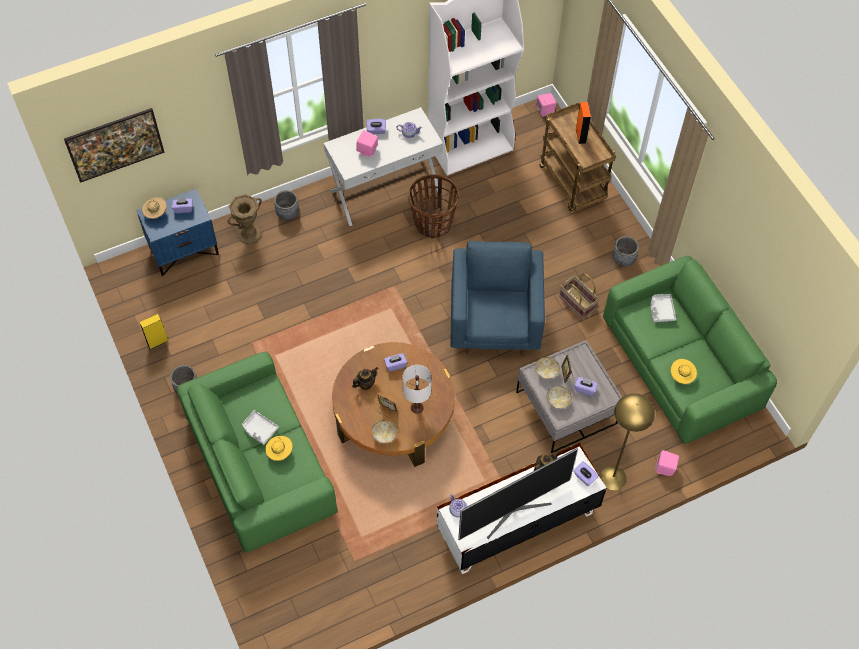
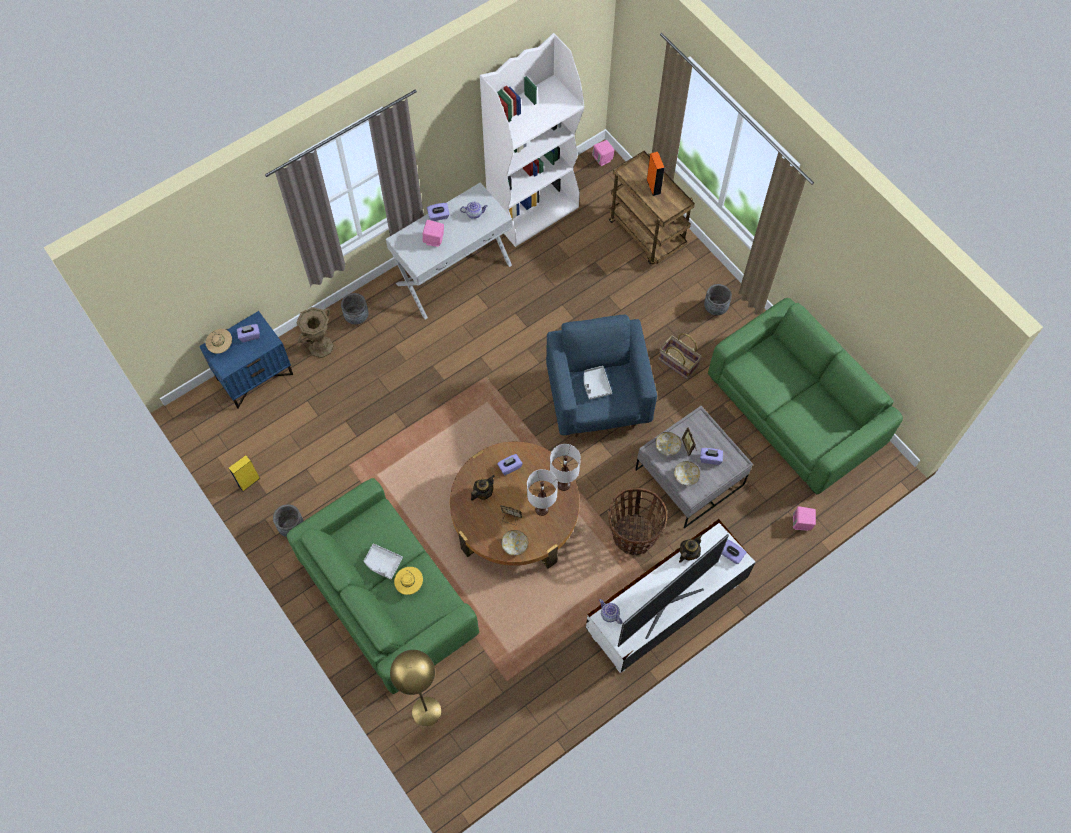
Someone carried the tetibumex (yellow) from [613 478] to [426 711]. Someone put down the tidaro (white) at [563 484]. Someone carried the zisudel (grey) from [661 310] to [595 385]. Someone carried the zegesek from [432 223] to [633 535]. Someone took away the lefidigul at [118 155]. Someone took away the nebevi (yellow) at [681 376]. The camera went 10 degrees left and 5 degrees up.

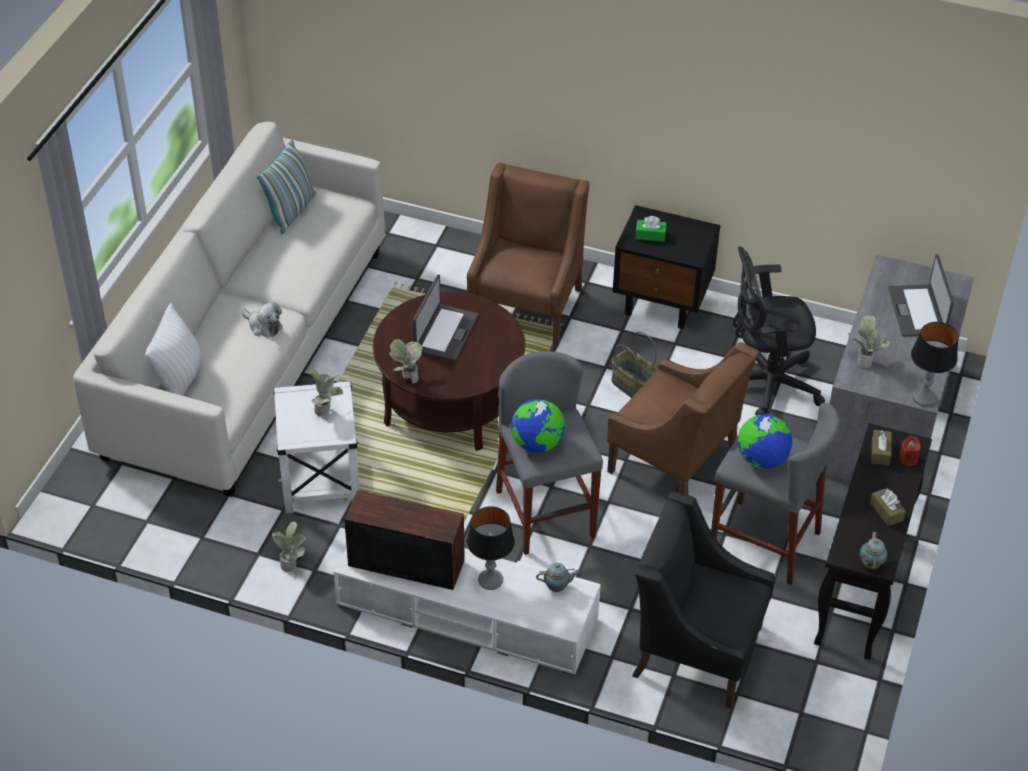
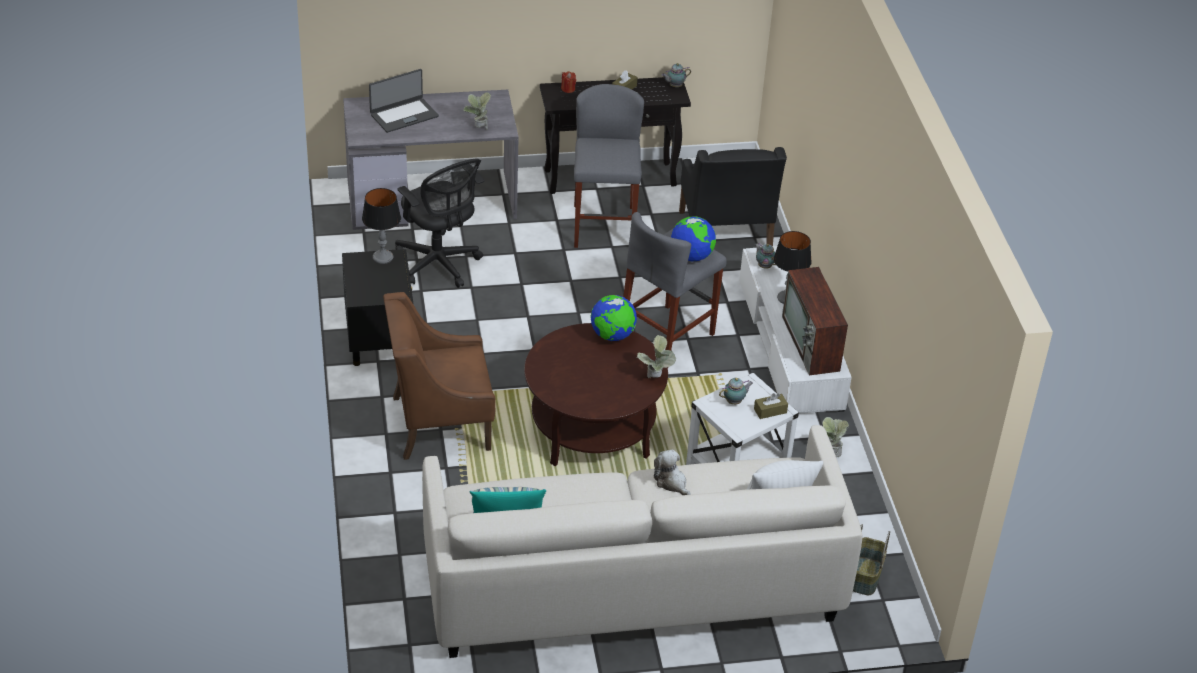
Someone carried the tidaro from [924 398] to [383 257]. Someone carried the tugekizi from [761 459] to [612 335]. Someone rotated the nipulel at [263 326] by 45 degrees counterclockwise. Someone swapped the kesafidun at [326 410] for the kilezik at [735 401]. Someone carried the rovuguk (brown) from [880 452] to [770 411]. Someone carried the zegesek from [634 387] to [864 576]. Someone took away the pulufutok at [445 333]. Someone took away the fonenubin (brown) at [675 463]. Someone took away the rovuguk (green) at [650 235]. The camera went 120 degrees left and 5 degrees down.

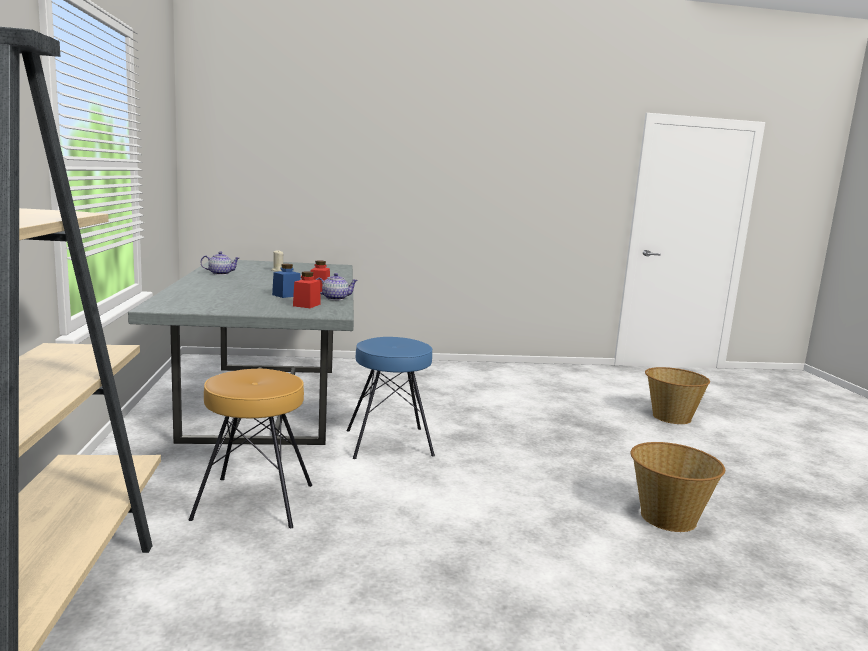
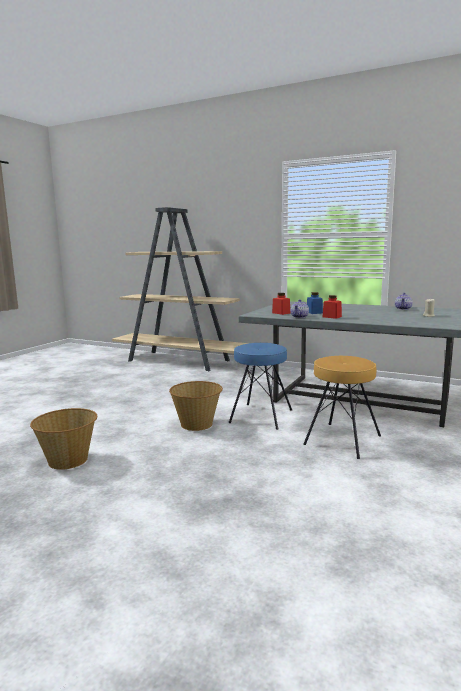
Someone carried the zegesek from [670 417] to [197 424]. Someone carried the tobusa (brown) from [254 502] to [342 440]. The camera went 125 degrees right and 0 degrees up.

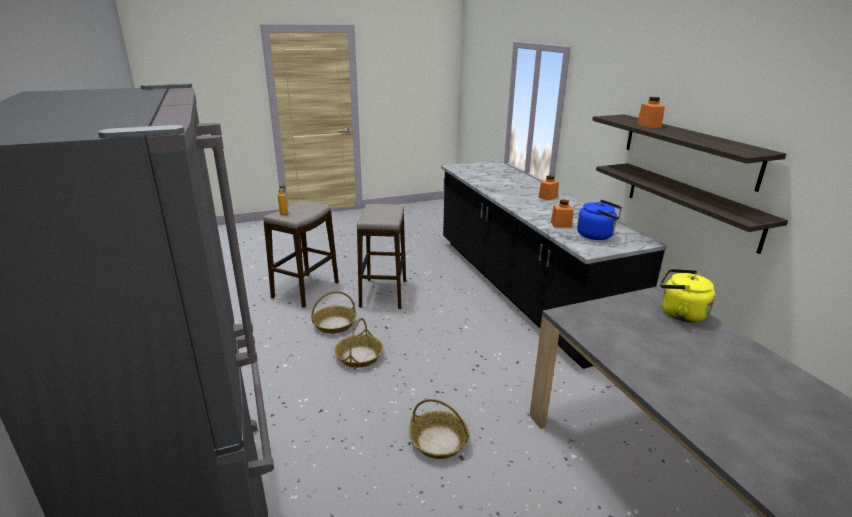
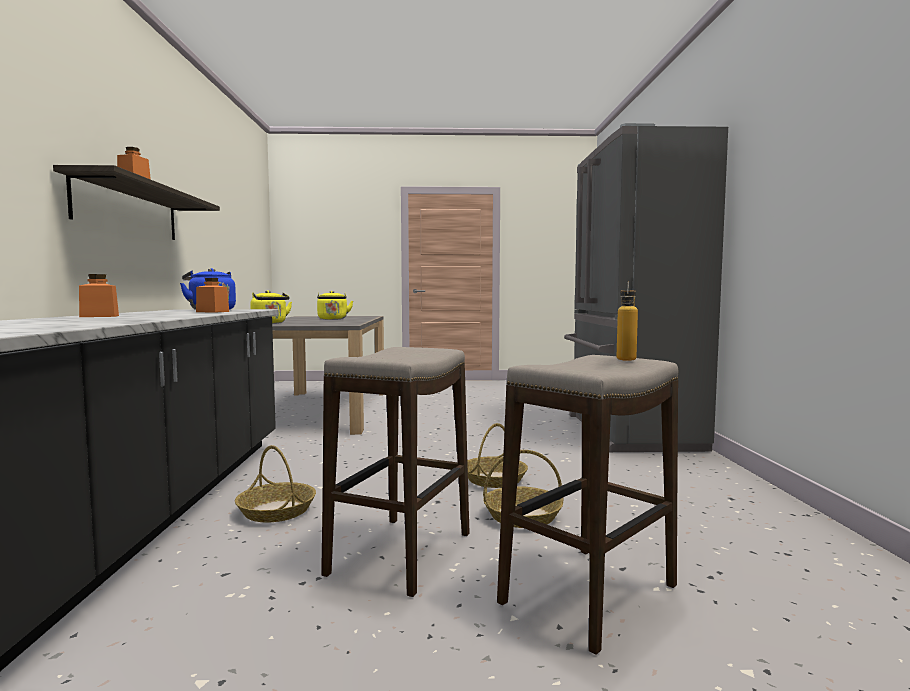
Someone carried the zegesek from [439 441] to [276 511]. Someone put down the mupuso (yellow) at [333 319]. Someone took away the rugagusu at [690 204]. The camera went 160 degrees left and 20 degrees down.

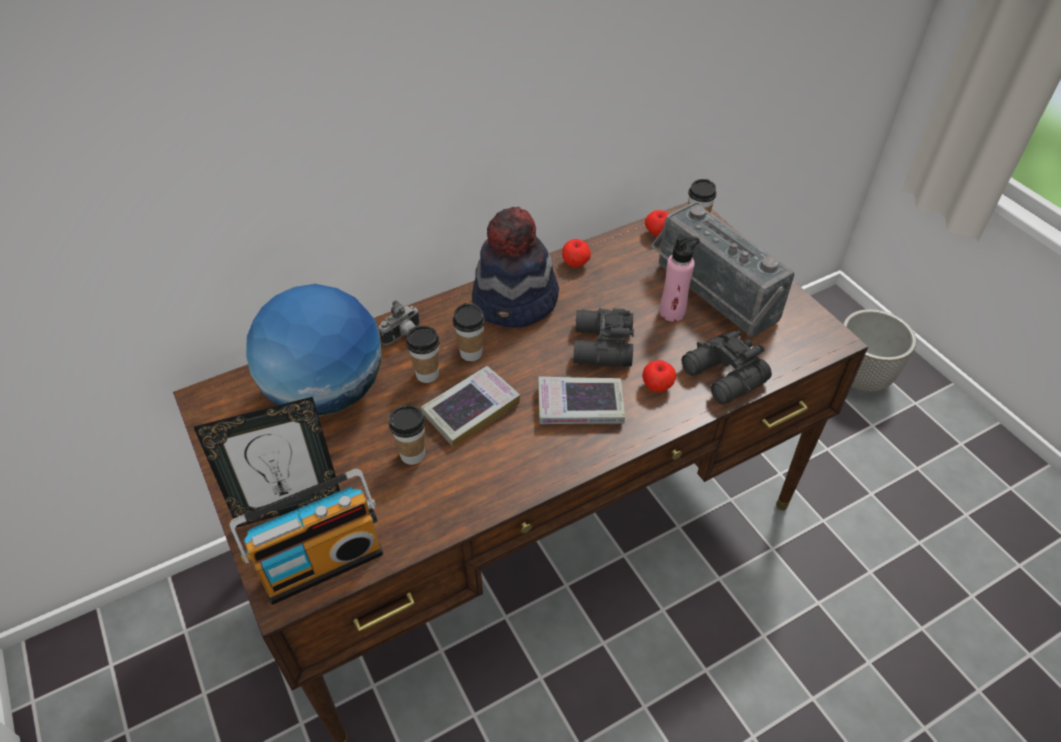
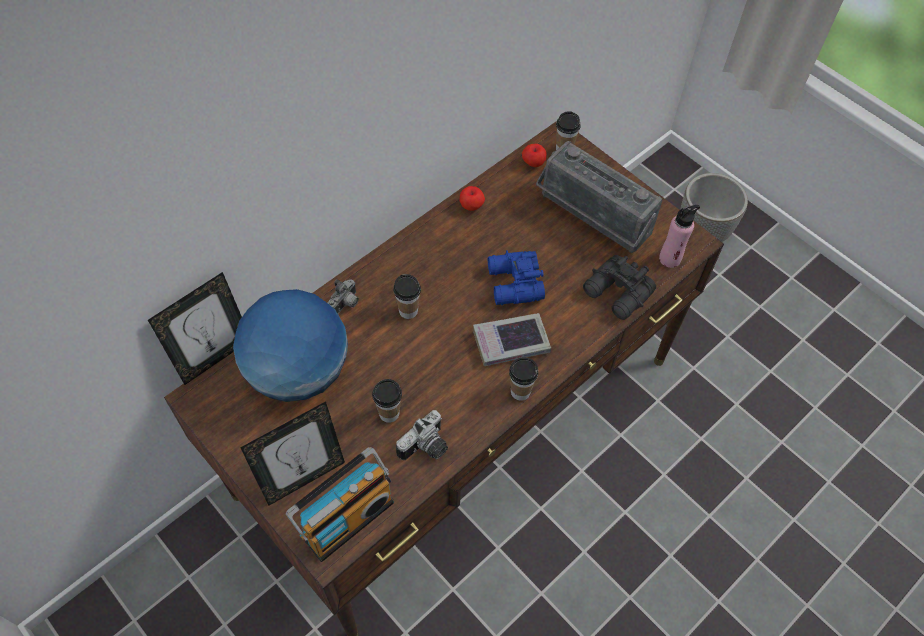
Someone put down the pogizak at [214 357]. Someone put down the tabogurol at [426 448]. Someone repainted the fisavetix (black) at [600 347], which became the fisavetix (blue) at [513 284]. Someone carried the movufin from [427 374] to [520 391]. Someone carried the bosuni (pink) from [672 312] to [670 258]. Someone took away the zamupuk at [471 409]. Someone took away the nebevi at [516 302]. Someone took away the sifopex at [657 386]. The camera went 15 degrees left and 10 degrees up.

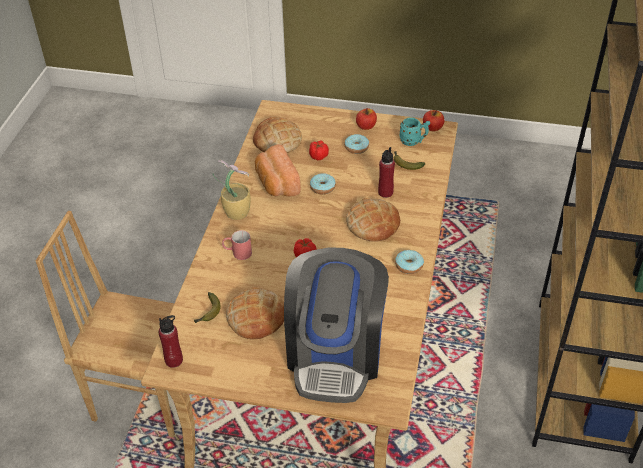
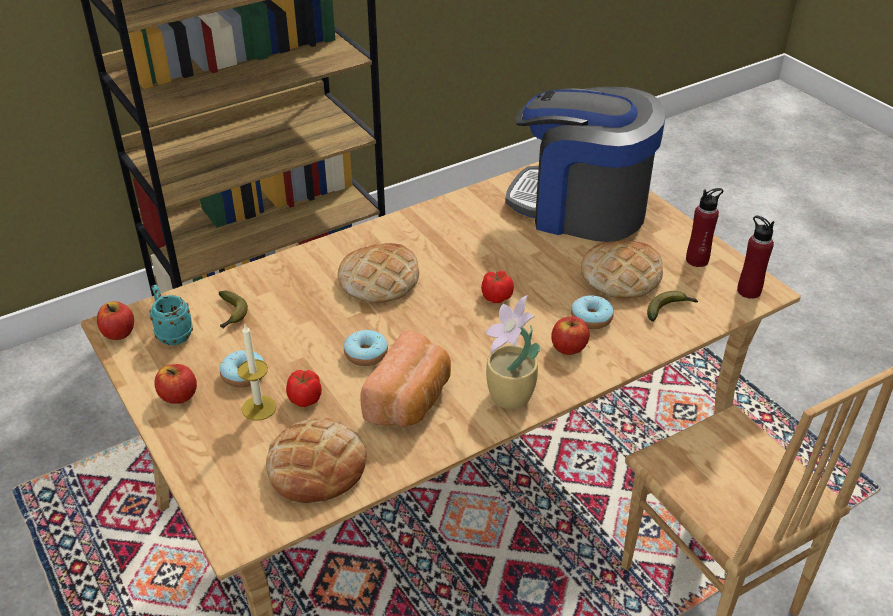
Someone put down the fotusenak at [259 408]. Someone rotated the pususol at [335 354] by 120 degrees counterclockwise. Someone swapped the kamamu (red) at [237 253] for the sifopex at [568 348]. Someone carried the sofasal from [409 265] to [591 318]. Someone carried the bosuni (red) from [385 192] to [697 260]. The camera went 135 degrees left and 5 degrees down.

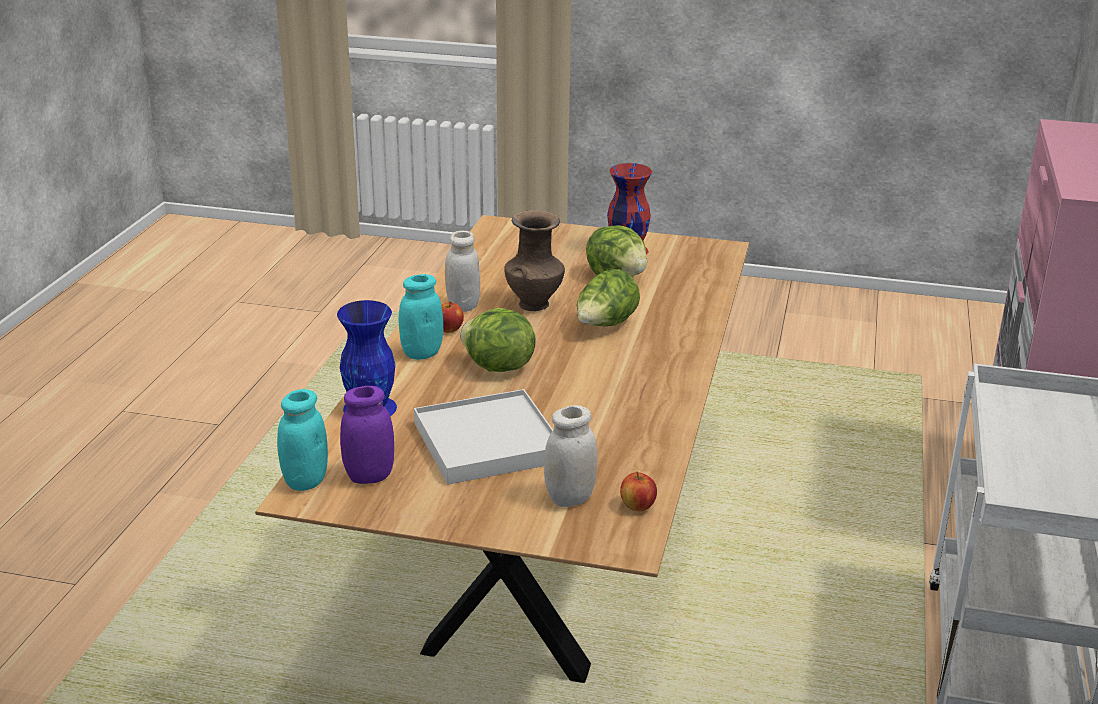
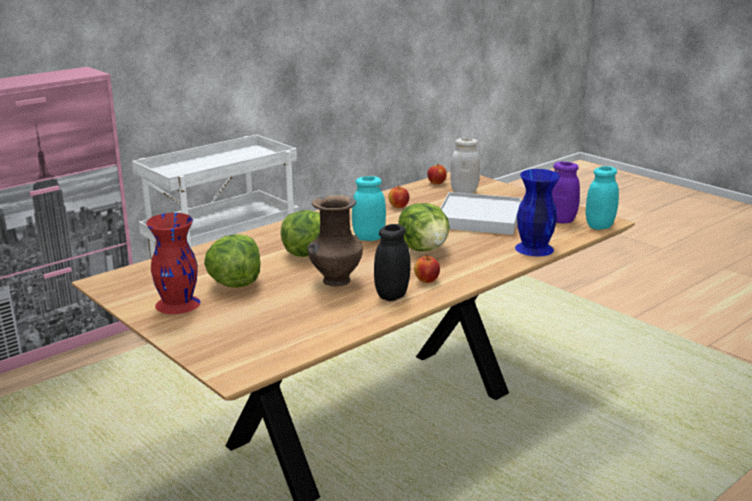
Someone carried the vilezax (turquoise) from [421 353] to [368 238]. Someone repainted the vilezax (white) at [463 306], which became the vilezax (black) at [392 295]. Someone put down the sifopex at [398 206]. The camera went 145 degrees left and 5 degrees down.

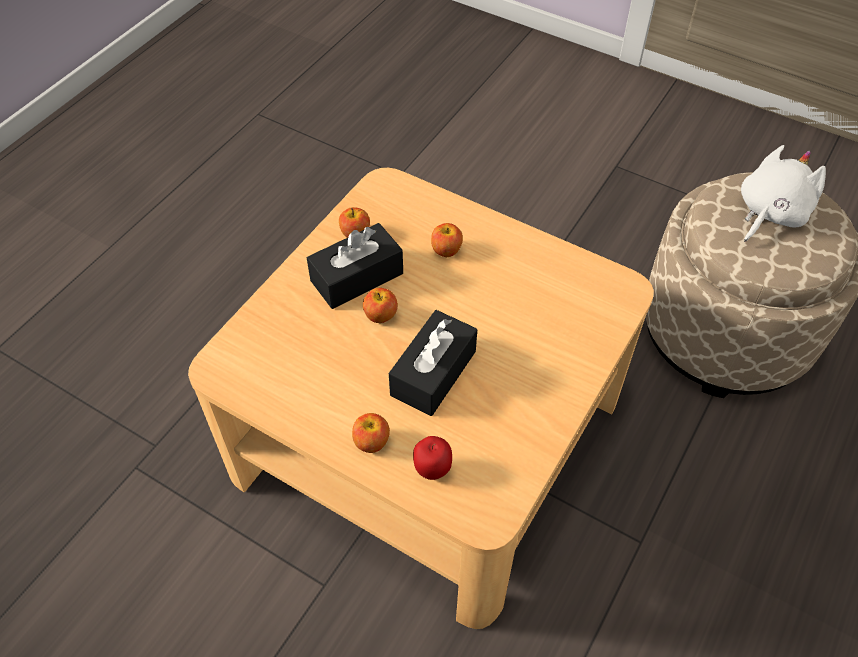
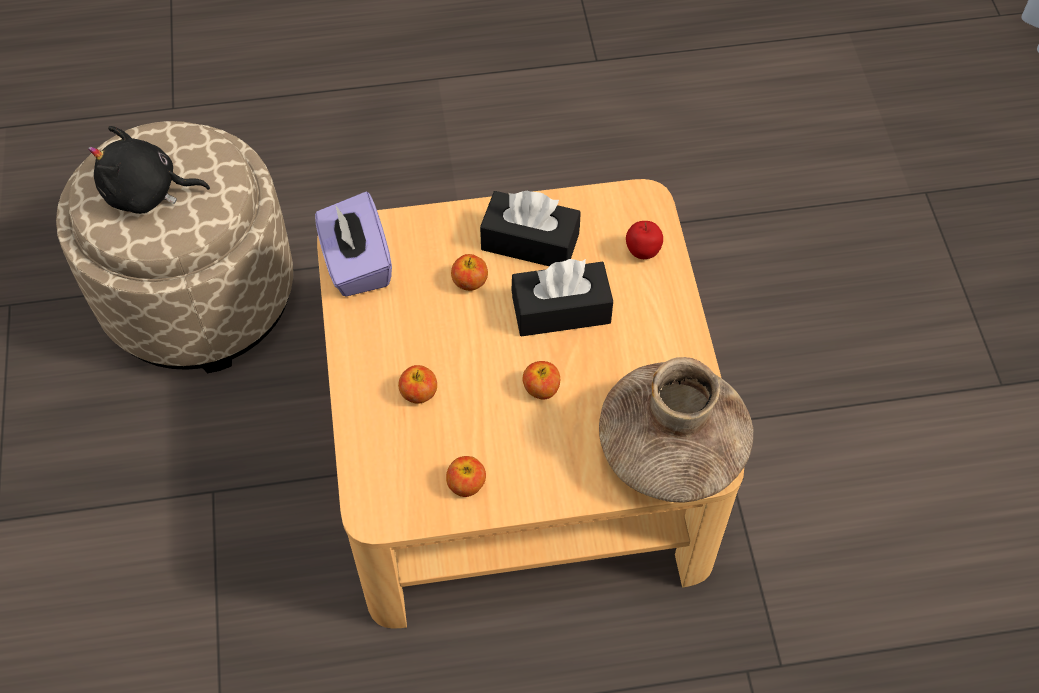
Someone repainted the nipulel (white) at [769 213], which became the nipulel (black) at [147 193]. Someone put down the rovuguk (purple) at [356 264]. Someone carried the sifopex from [372 441] to [470 282]. Someone carried the rovuguk (black) from [357 277] to [530 242]. Someone put down the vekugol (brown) at [671 450]. The camera went 130 degrees left and 5 degrees up.

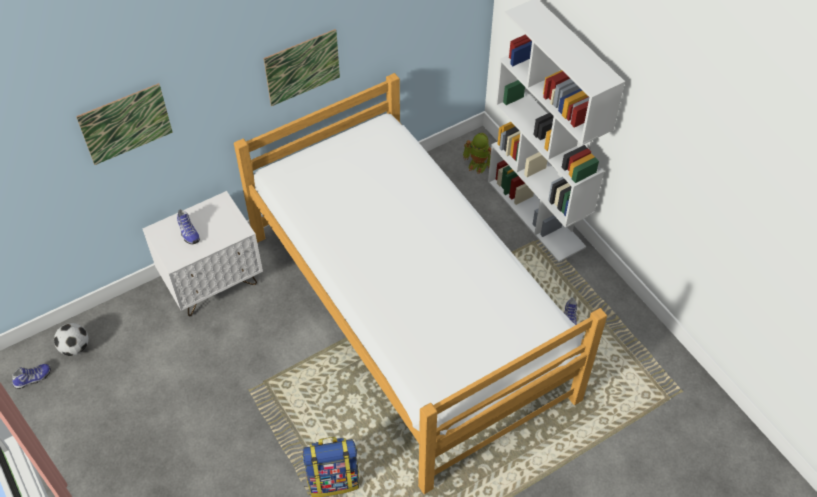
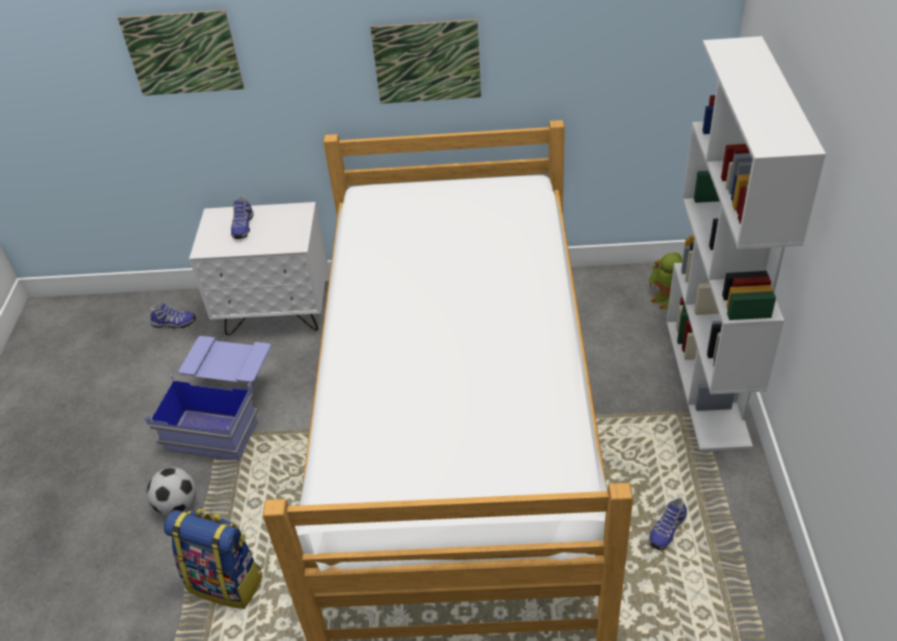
Someone put down the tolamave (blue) at [224 414]. Someone carried the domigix from [75 348] to [177 505]. Someone carried the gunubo from [33 379] to [174 323]. The camera went 35 degrees right and 10 degrees down.

